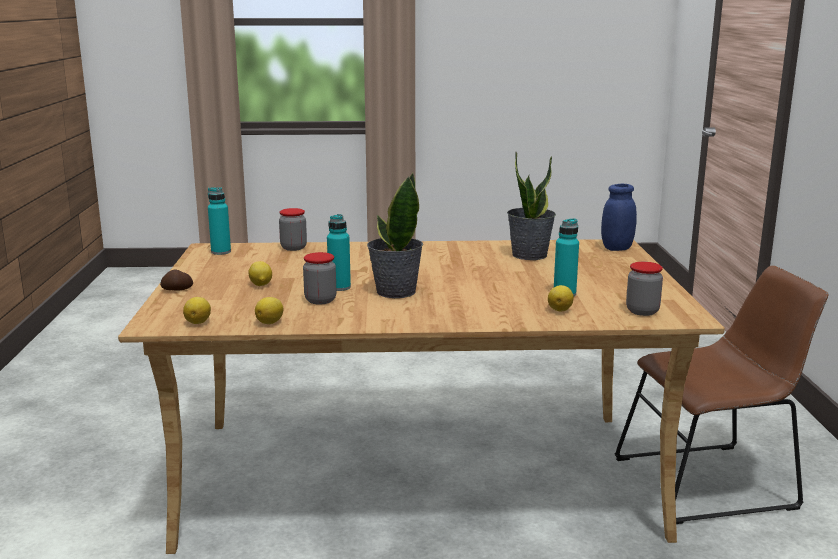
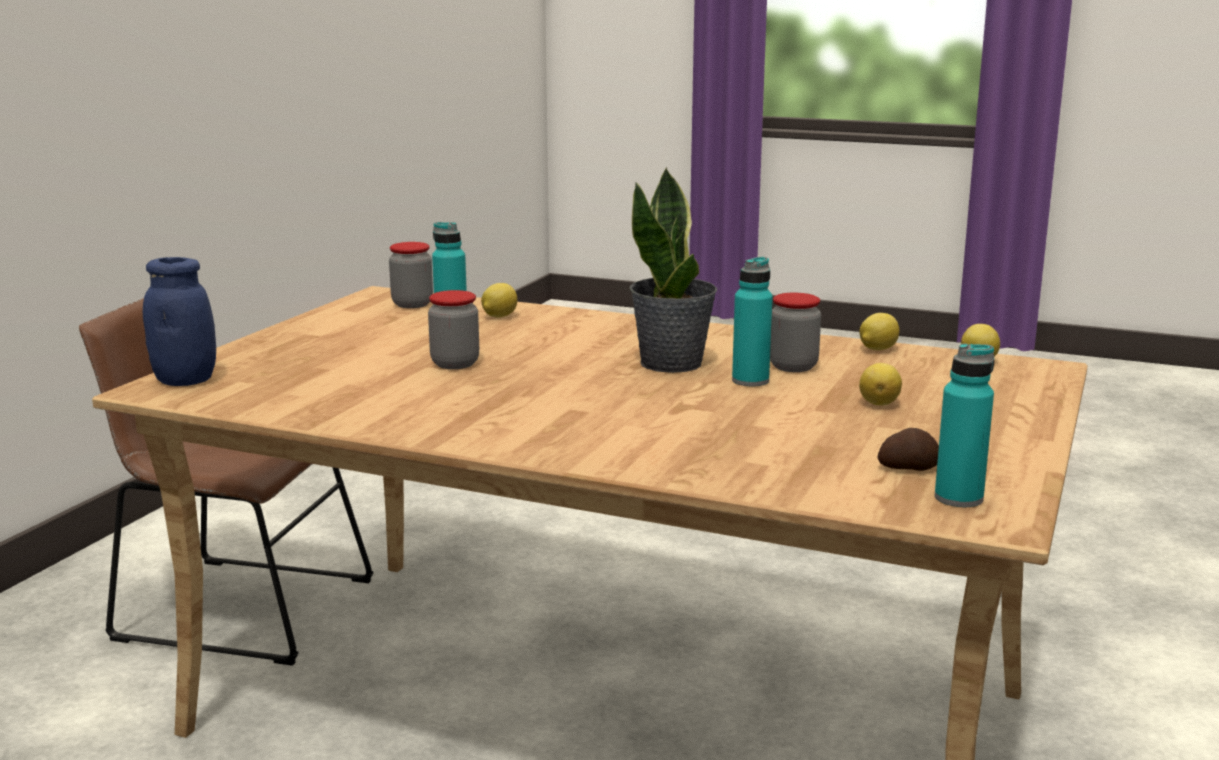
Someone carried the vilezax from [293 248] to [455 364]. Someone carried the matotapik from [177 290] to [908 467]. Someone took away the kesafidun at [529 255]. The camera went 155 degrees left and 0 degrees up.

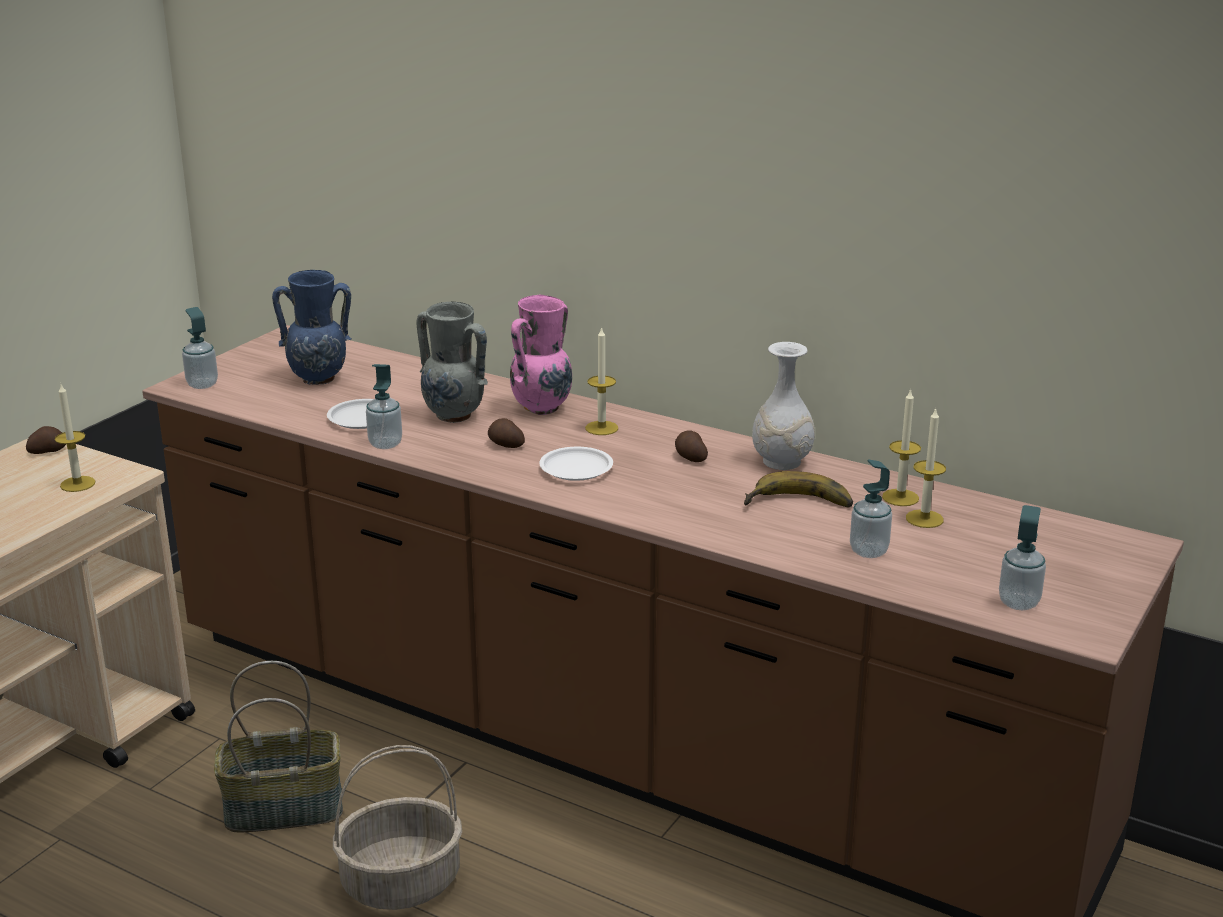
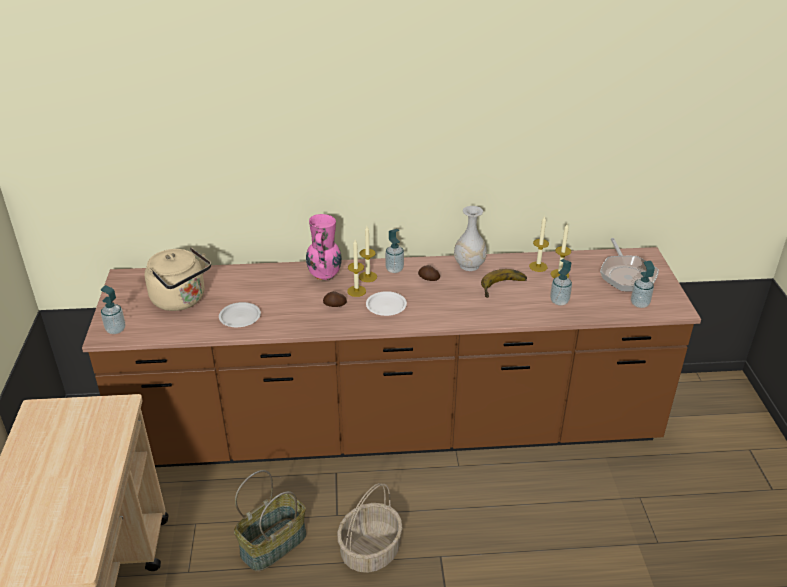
Someone swapped the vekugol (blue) at [319 379] for the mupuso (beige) at [181 300]. Someone carried the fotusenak from [77 484] to [356 291]. Someone carried the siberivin from [385 444] to [394 269]. Someone put down the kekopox at [626 275]. Someone took away the matotapik at [47 451]. Someone took away the vekugol (grey) at [454 416]. The camera went 35 degrees left and 10 degrees up.

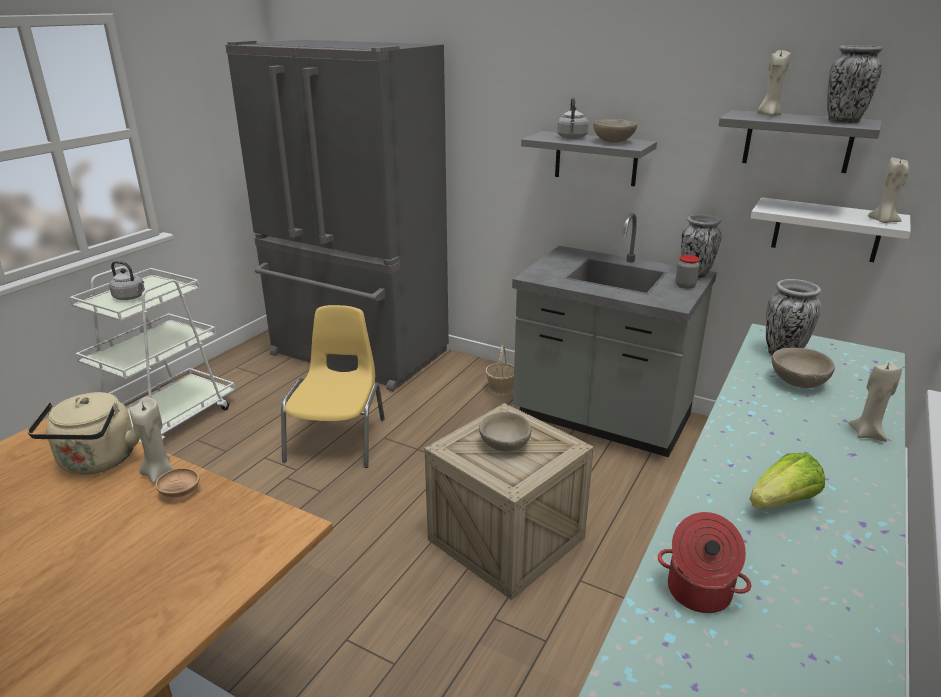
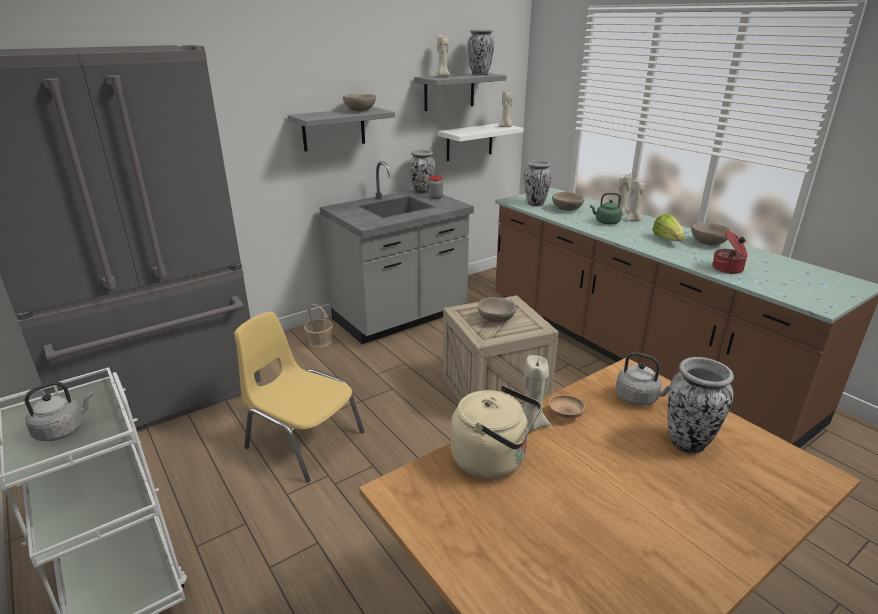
Someone put down the mupuso (green) at [606 222]. Someone carried the mupuso (grey) from [572 138] to [639 398]. Someone put down the fotusenak (beige) at [633 220]. Someone put down the vekugol at [688 443]. Someone put down the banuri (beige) at [708 243]. The camera went 65 degrees left and 0 degrees up.

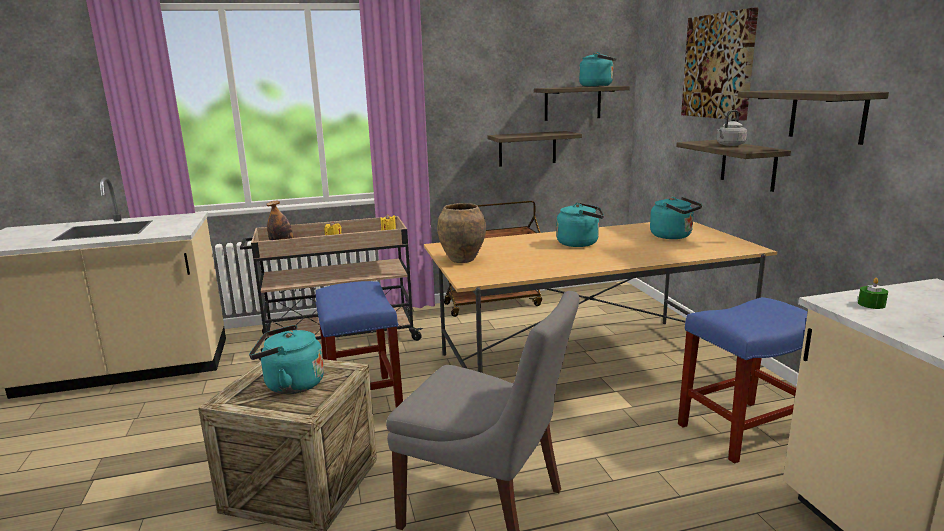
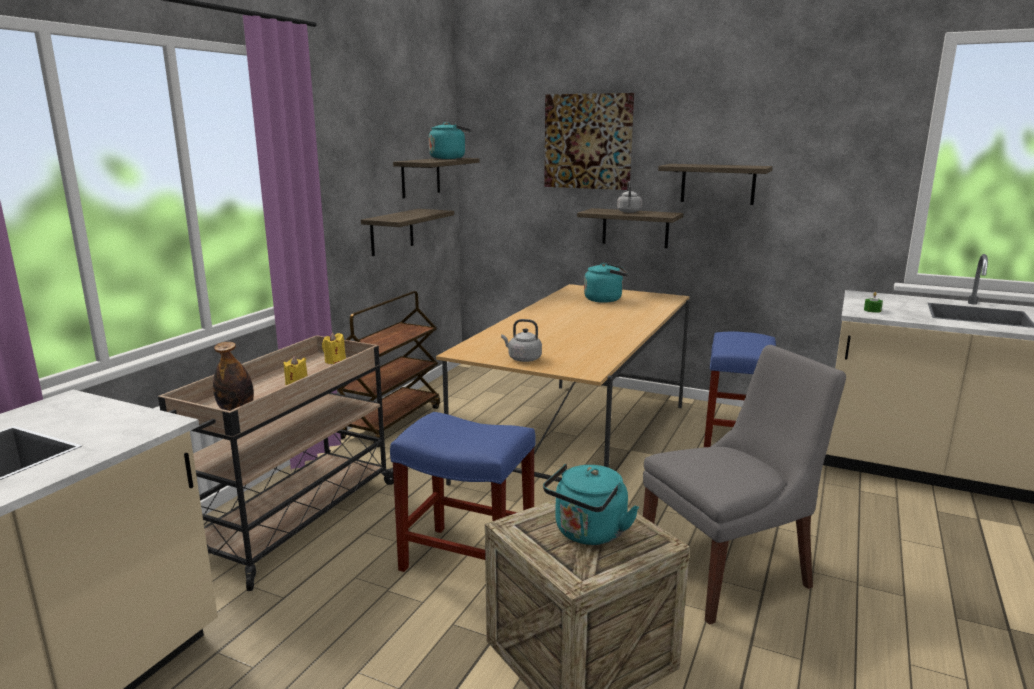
Someone swapped the vekugol (brown) at [462 260] for the mupuso (grey) at [523 359]. Someone took away the mupuso (turquoise) at [580 243]. The camera went 50 degrees left and 0 degrees up.

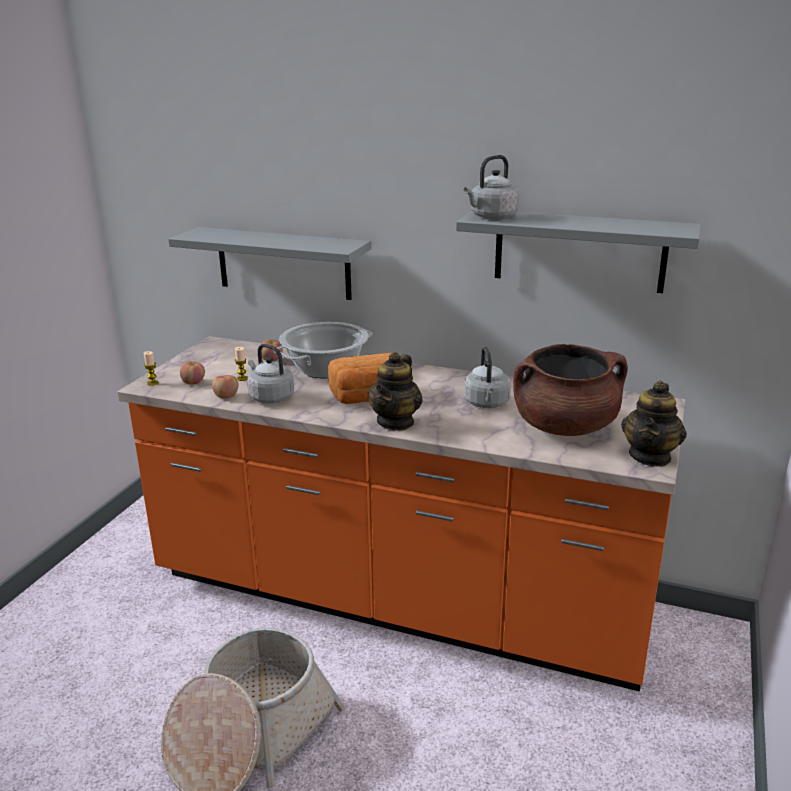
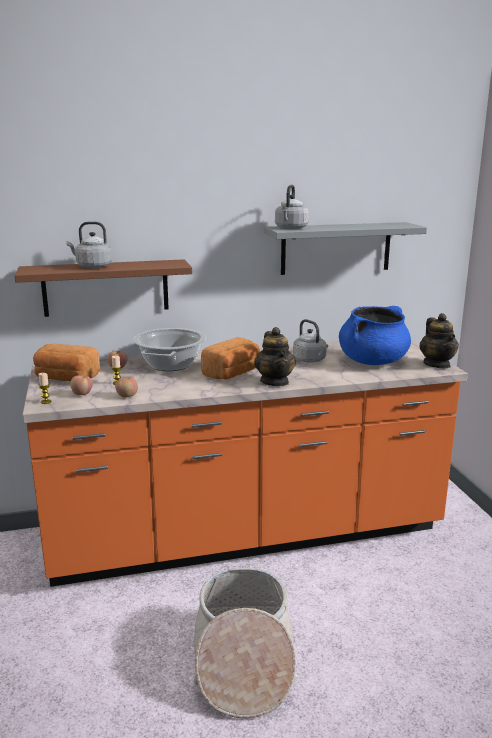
Someone repainted the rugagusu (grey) at [283 263], which became the rugagusu (brown) at [106 287]. Someone put down the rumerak at [66 378]. Someone carried the mupuso (grey) from [270 397] to [92 266]. Someone repainted the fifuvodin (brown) at [565 427], which became the fifuvodin (blue) at [373 361]. The camera went 35 degrees left and 5 degrees down.

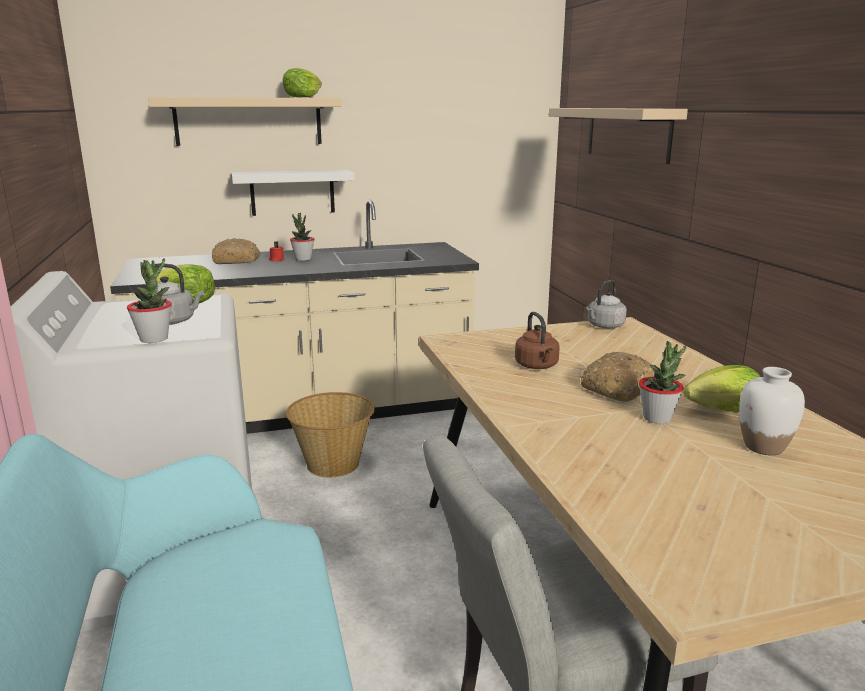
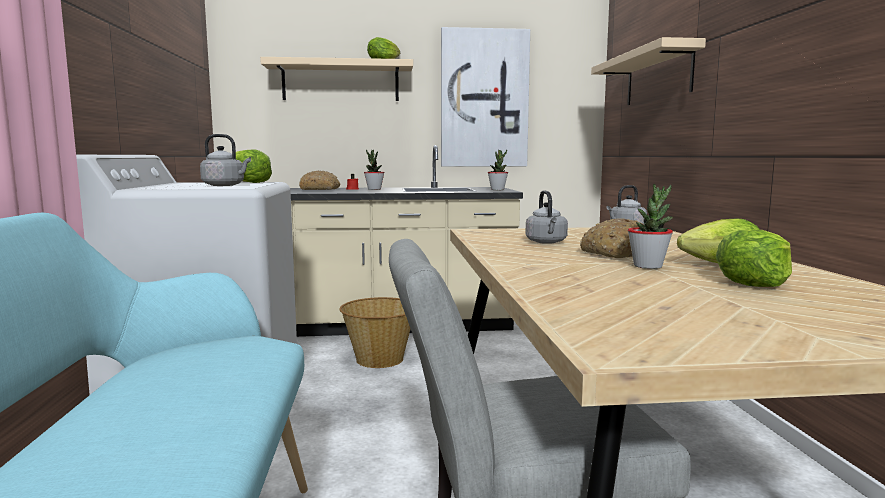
Someone put up the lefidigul at [484 99]. Someone carried the kesafidun from [154 339] to [497 189]. Someone repainted the mupuso (brown) at [537 366], which became the mupuso (grey) at [546 242]. Someone swapped the vekugol (white) at [763 447] for the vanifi at [754 282]. Someone took away the rugagusu (white) at [292 192]. The camera went 10 degrees right and 10 degrees down.

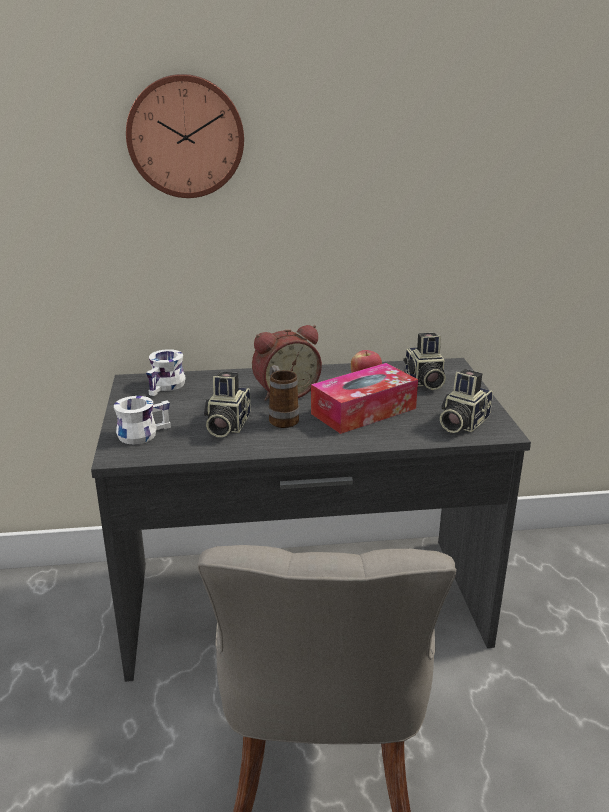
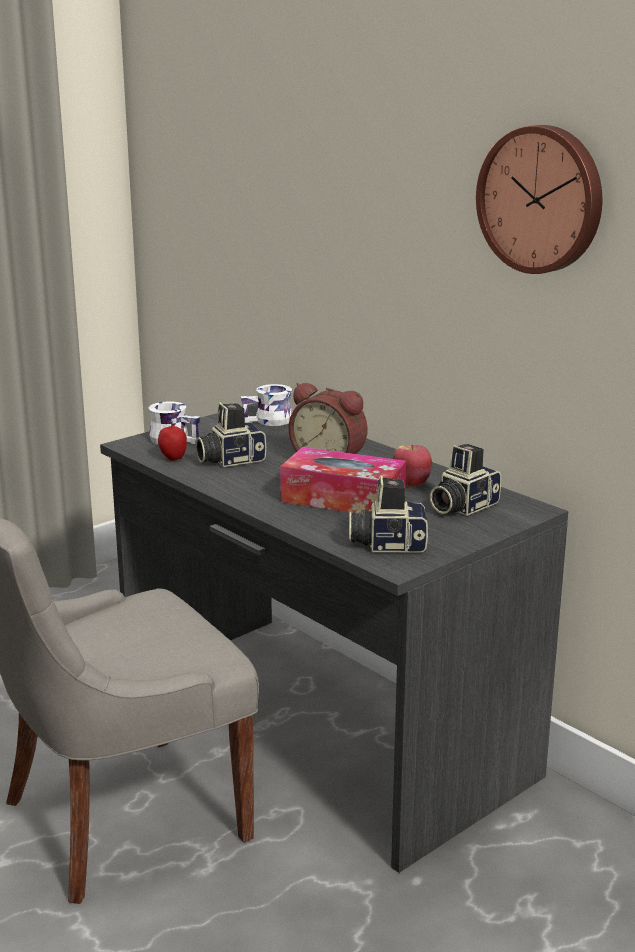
Someone put down the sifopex at [173 459]. Someone carried the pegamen from [185 136] to [542 199]. Someone took away the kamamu at [281 418]. The camera went 55 degrees right and 5 degrees down.

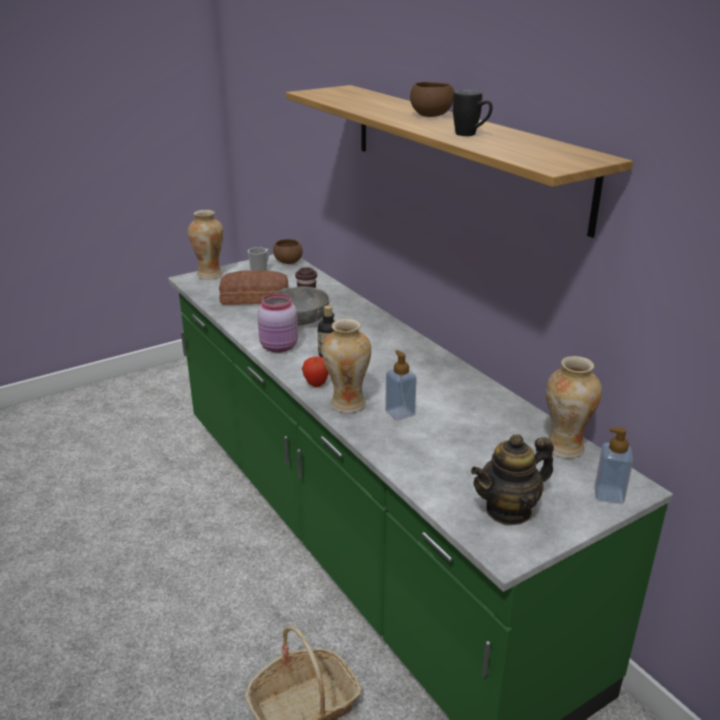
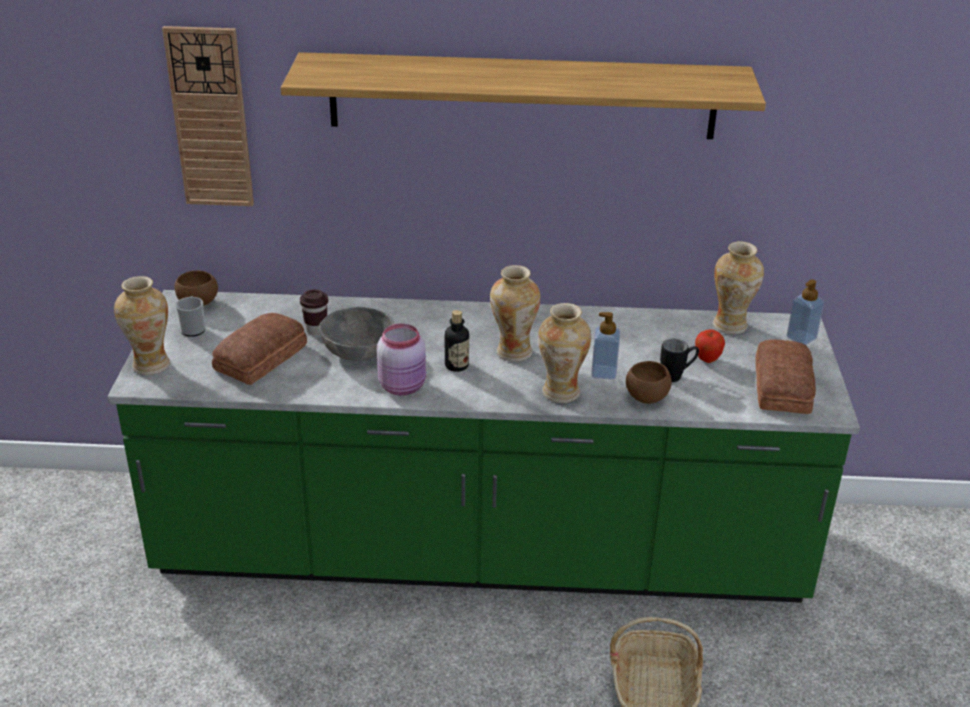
Someone put up the pegamen at [210 118]. Someone put down the vekugol at [513 352]. Someone carried the banuri (brown) from [431 116] to [646 397]. Someone carried the kamamu (black) from [471 135] to [677 376]. Someone carried the sifopex from [316 384] to [707 360]. Someone swapped the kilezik at [509 510] for the rumerak at [784 386]. The camera went 55 degrees left and 5 degrees up.

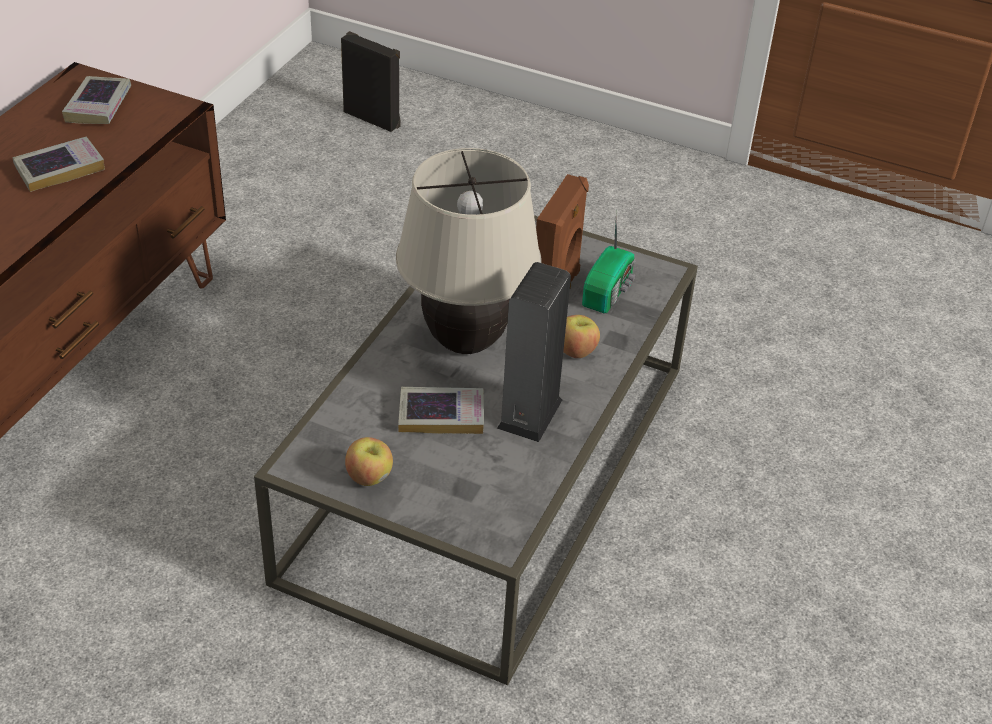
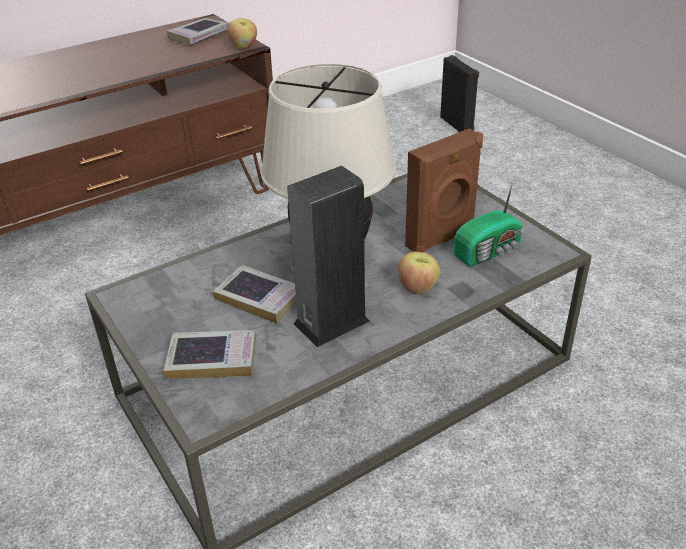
Someone carried the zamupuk from [60 169] to [212 359]. Someone carried the sifopex from [369 477] to [244 46]. The camera went 35 degrees right and 5 degrees down.

